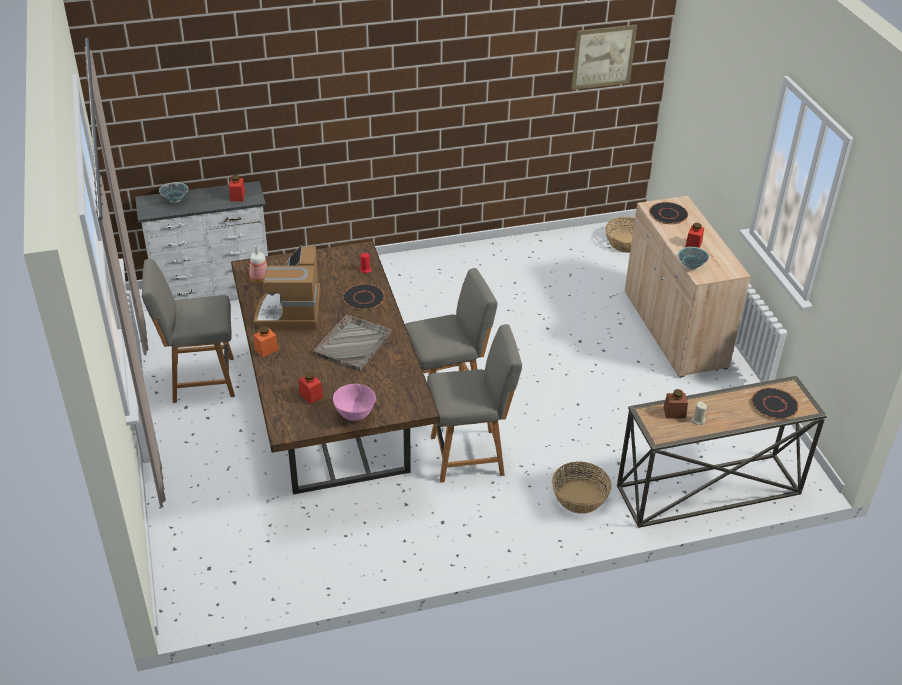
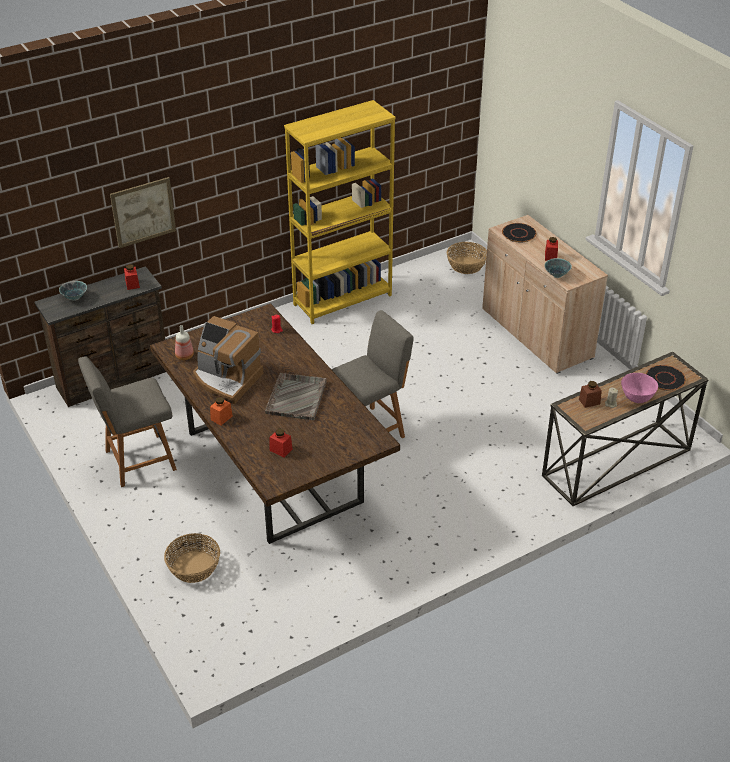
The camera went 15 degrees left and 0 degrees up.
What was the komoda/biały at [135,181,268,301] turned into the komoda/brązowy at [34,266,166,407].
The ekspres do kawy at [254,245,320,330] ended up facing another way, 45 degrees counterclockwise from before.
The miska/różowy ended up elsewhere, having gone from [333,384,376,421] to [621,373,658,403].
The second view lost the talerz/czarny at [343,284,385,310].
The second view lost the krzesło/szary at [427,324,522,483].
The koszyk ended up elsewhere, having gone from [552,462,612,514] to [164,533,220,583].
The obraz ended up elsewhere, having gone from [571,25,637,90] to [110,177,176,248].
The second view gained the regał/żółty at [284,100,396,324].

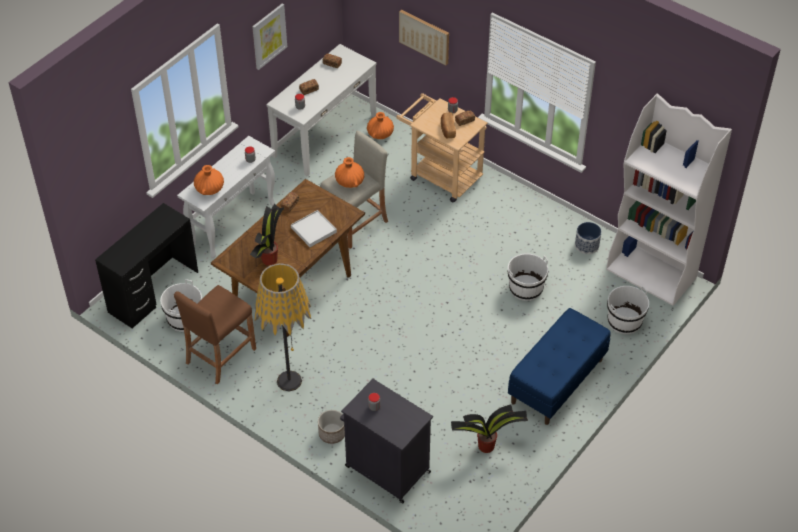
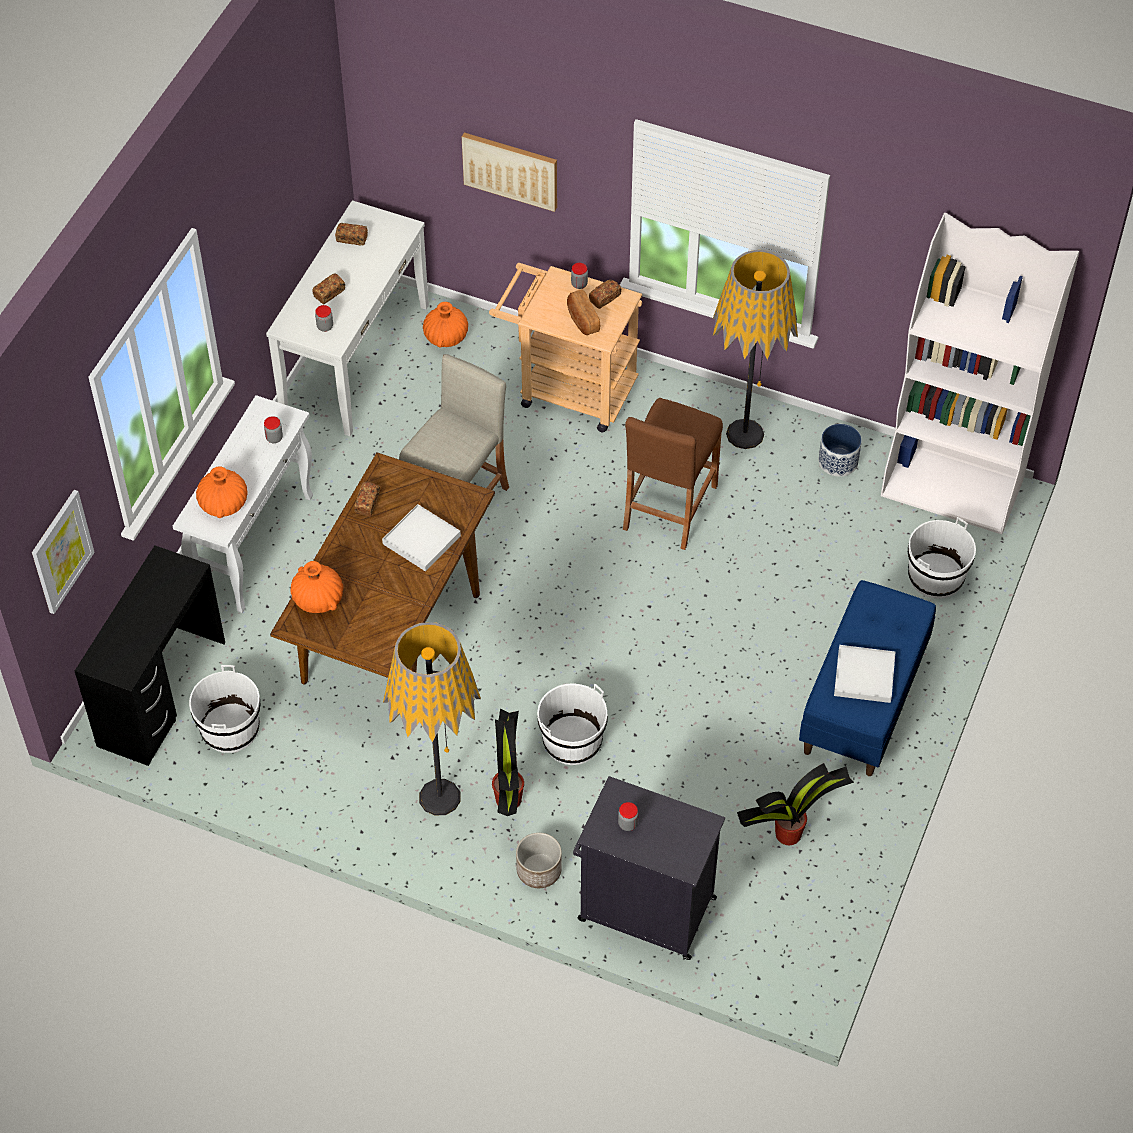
The camera went 15 degrees left and 5 degrees up.
The stołek/brązowy ended up elsewhere, having gone from [174,285,256,385] to [623,398,723,550].
The roślina doniczkowa ended up elsewhere, having gone from [250,204,284,266] to [492,708,524,816].
The obraz ended up elsewhere, having gone from [252,4,287,70] to [32,490,95,614].
The wazon/pomarańczowy ended up elsewhere, having gone from [335,157,364,188] to [290,561,343,613].
The wiadro/biały ended up elsewhere, having gone from [507,253,548,301] to [537,683,608,765].
The second view gained the lampa stojąca at [713,250,798,449].
The second view gained the taca/biały at [834,645,895,703].

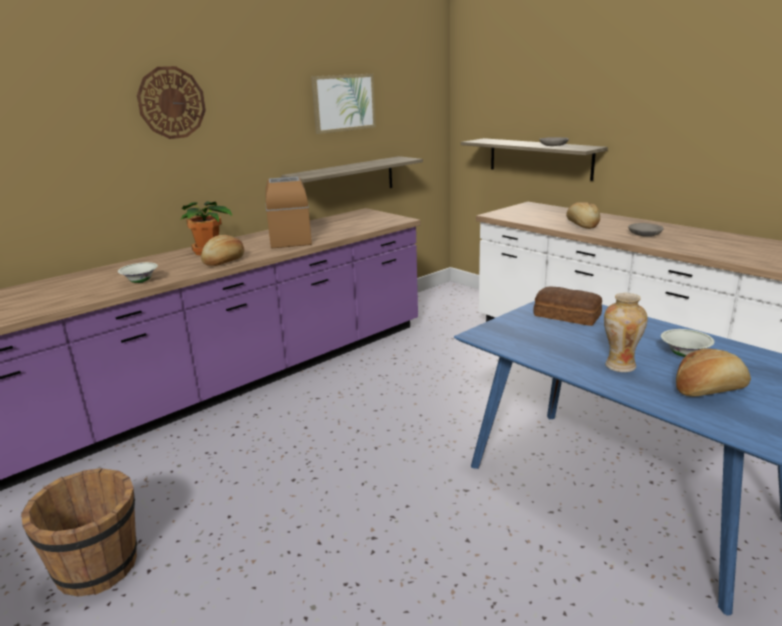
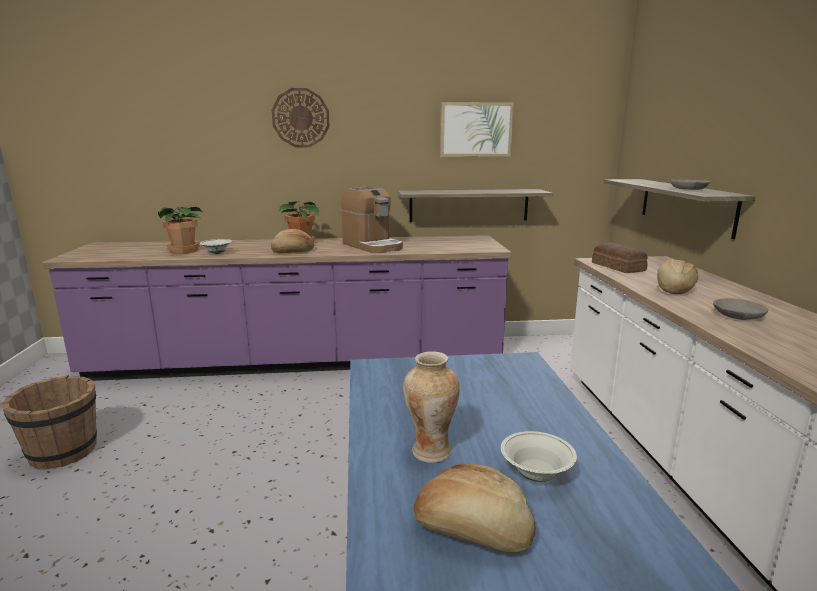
The camera went 35 degrees right and 5 degrees down.
The ekspres do kawy at [266,176,312,248] ended up facing another way, 120 degrees clockwise from before.
The chleb ended up elsewhere, having gone from [534,286,602,326] to [592,243,648,273].
The second view gained the roślina doniczkowa at [158,207,202,254].

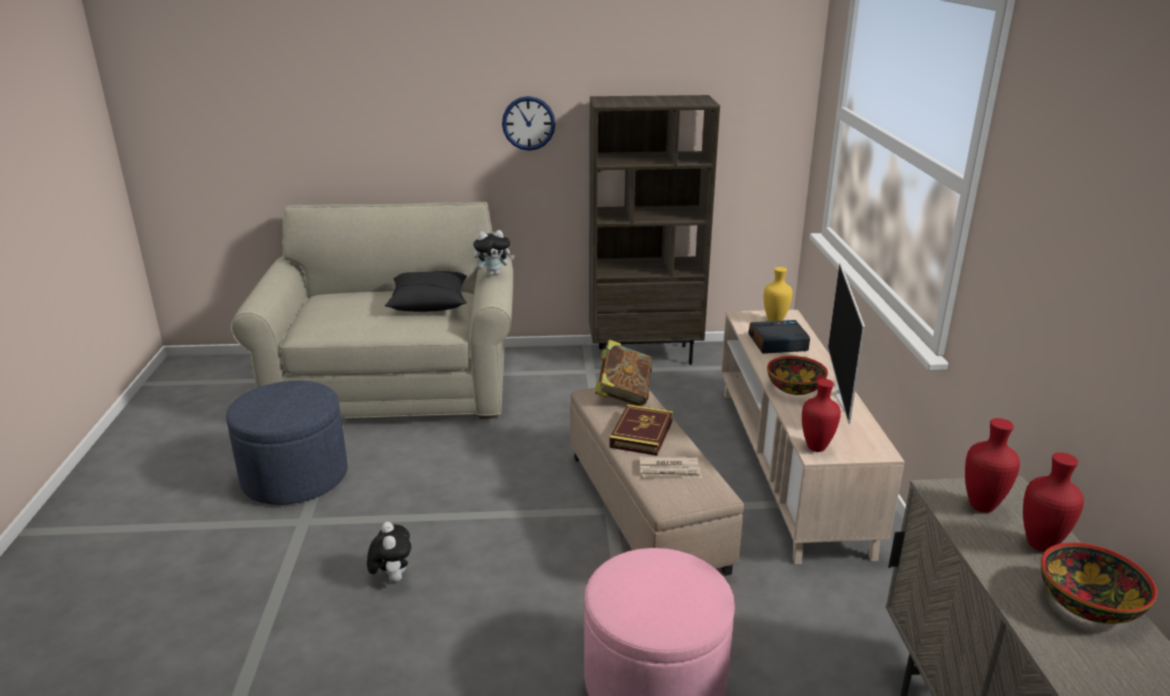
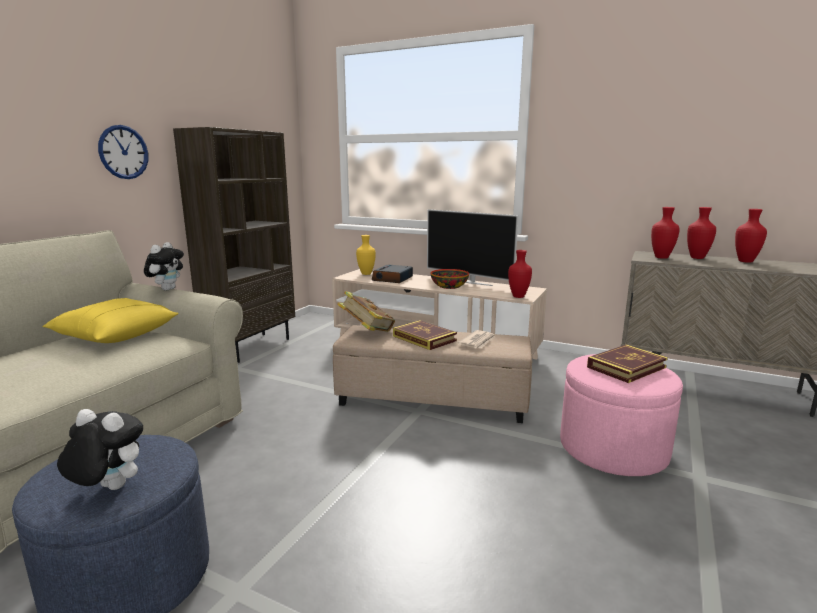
The camera went 60 degrees left and 10 degrees down.
The pluszak ended up elsewhere, having gone from [367,522,411,582] to [57,409,143,490].
What was the poduszka/czarny at [385,271,467,312] turned into the poduszka/żółty at [42,298,179,343].
Where the miska stood at [1041,542,1157,624], the wazon/czerwony came to stand at [735,209,767,263].
The second view gained the książka at [587,344,668,383].

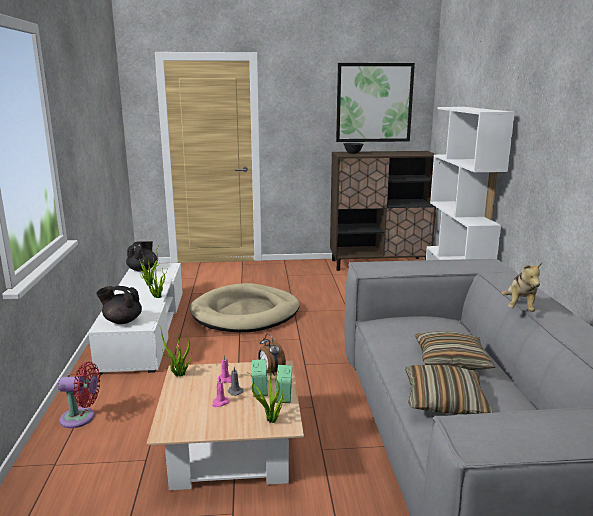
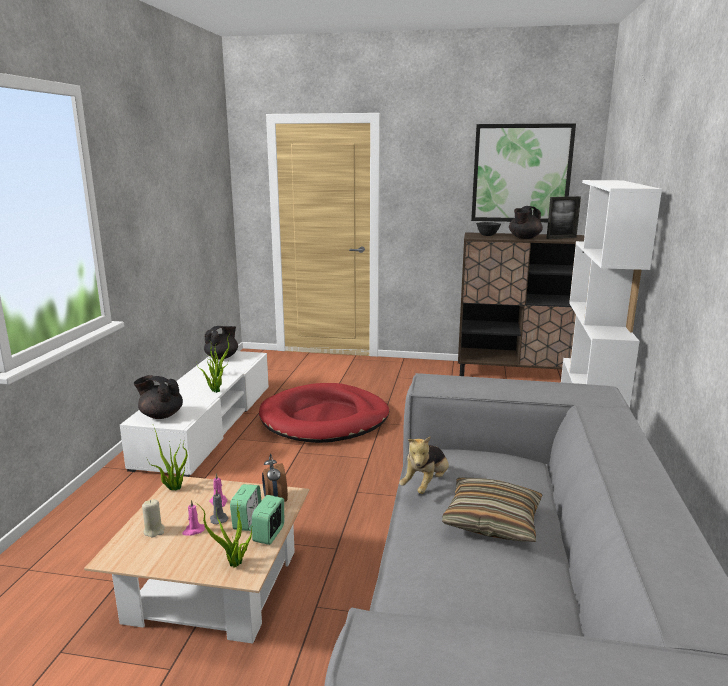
The camera went 15 degrees right and 0 degrees up.
The second view lost the wentylator/czerwony at [58,362,100,428].
What was the legowisko/beżowy at [190,283,300,332] turned into the legowisko/czerwony at [259,383,389,443].
The second view lost the poduszka at [405,365,493,414].
The pluszak ended up elsewhere, having gone from [501,262,542,312] to [399,436,449,494].
The second view gained the świeca/beżowy at [142,499,165,538].
The second view gained the imbryk/czarny at [509,206,543,239].
The second view gained the ramka na zdjęcie at [546,196,581,239].

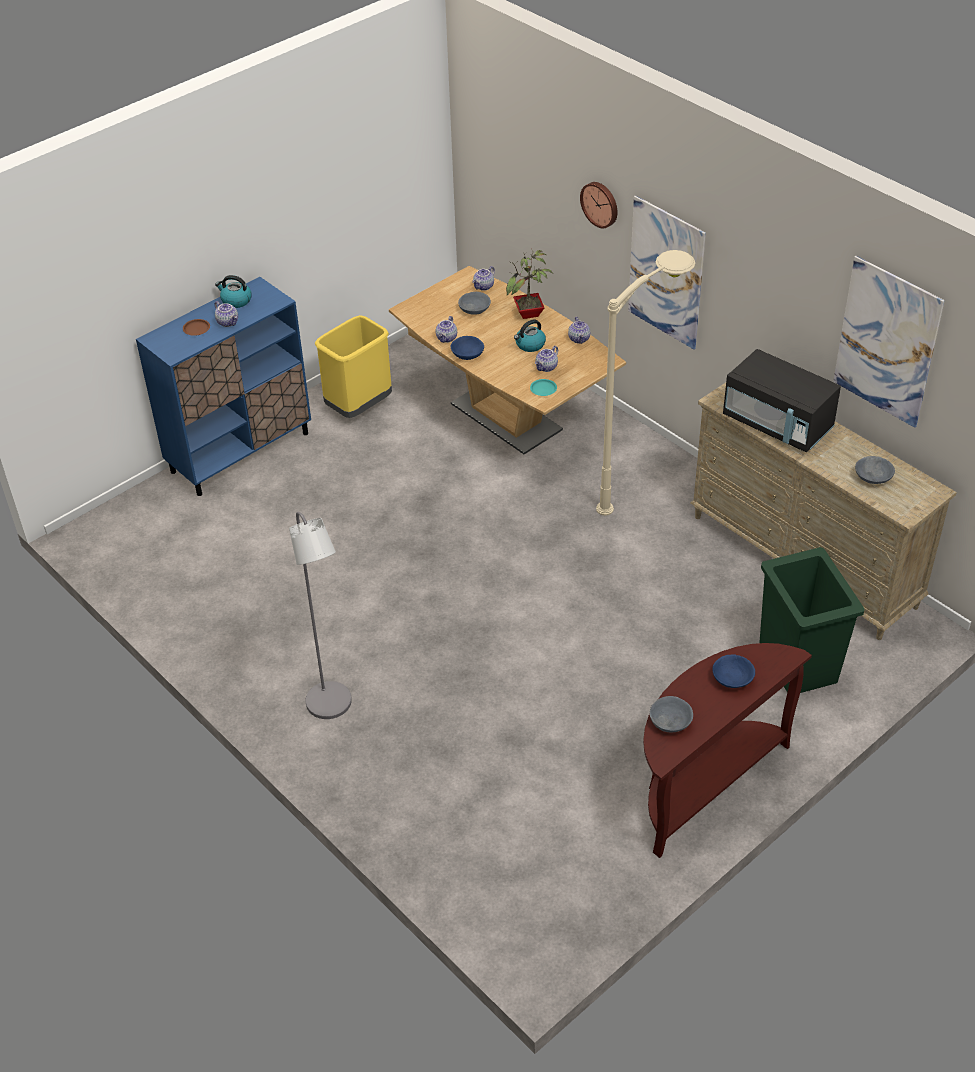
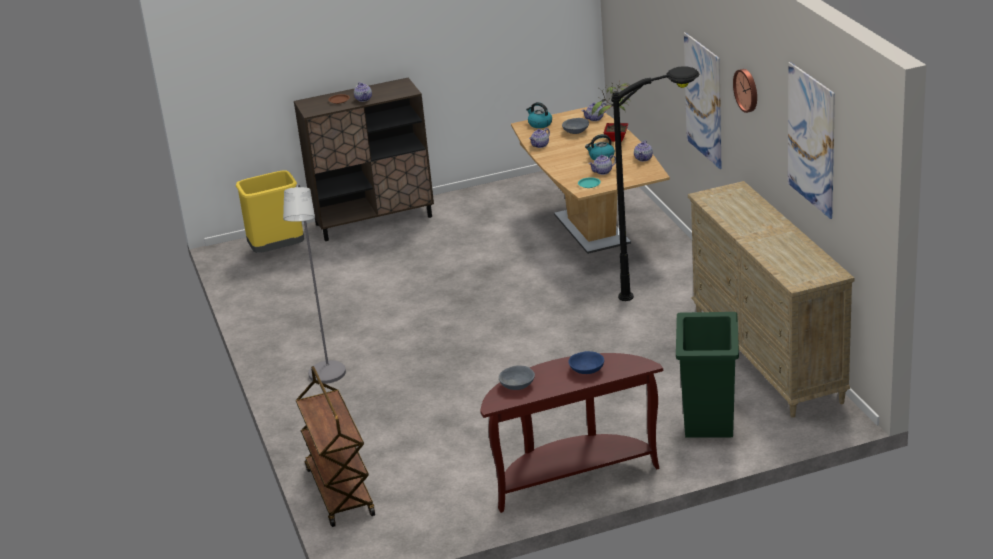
The camera went 25 degrees right and 15 degrees down.
What was the szafka/niebieski at [136,277,311,496] turned into the szafka/brązowy at [294,78,434,241].
The czajnik ended up elsewhere, having gone from [215,275,252,308] to [526,102,552,128].
The kosz na śmieci/żółty ended up elsewhere, having gone from [315,315,392,418] to [236,170,304,253].
The second view lost the miska/niebieski at [451,336,484,360].
The zegar ścienny ended up elsewhere, having gone from [580,182,618,228] to [733,69,757,113].
What was the lampa stojąca/beżowy at [596,250,695,516] turned into the lampa stojąca/czarny at [611,66,699,301].
The second view lost the mikrofalówka/czarny at [723,349,841,452].
The second view lost the miska/szary at [855,456,895,484].
The second view gained the wózek/brązowy at [296,366,375,527].

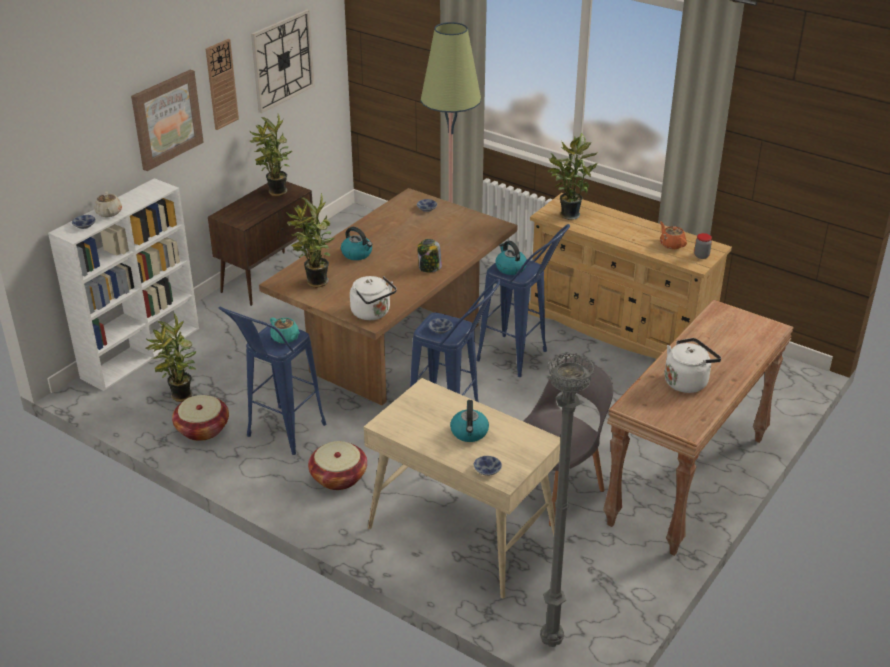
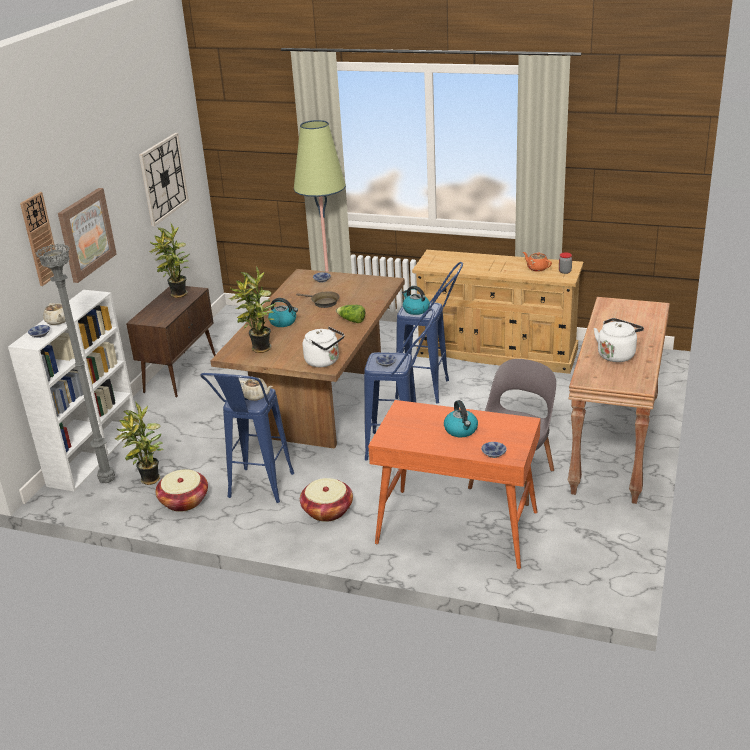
The camera went 15 degrees left and 5 degrees down.
The zegar ścienny ended up elsewhere, having gone from [206,39,239,130] to [20,192,56,286].
What was the imbryk/turkusowy at [270,317,300,344] turned into the imbryk/beżowy at [240,378,273,401].
What was the biurko/beżowy at [364,378,561,598] turned into the biurko/pomarańczowy at [368,400,541,569].
Where the słoik stood at [417,239,442,273], the sałata came to stand at [336,305,365,323].
The lampa stojąca/szary ended up elsewhere, having gone from [540,352,595,647] to [35,244,115,483].
The second view lost the roślina doniczkowa at [548,133,598,220].
The second view gained the patelnia/brązowy at [296,291,340,308].

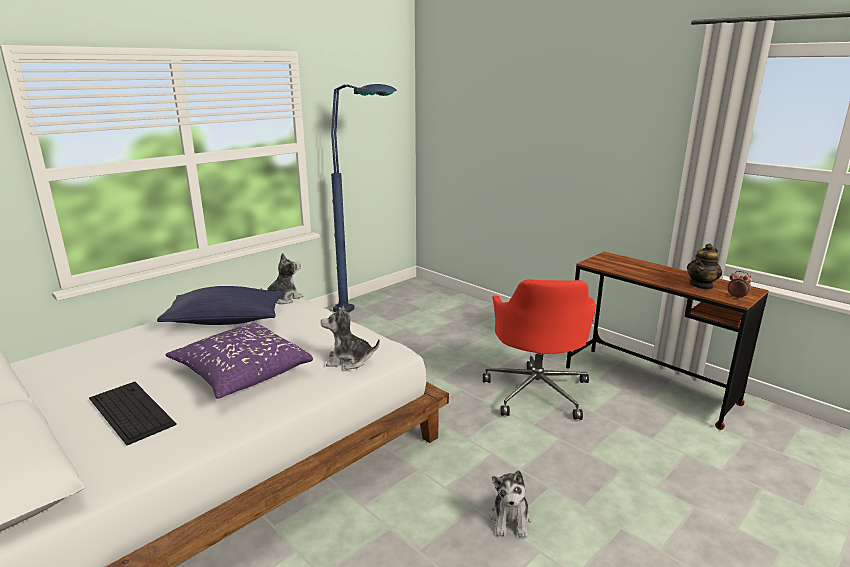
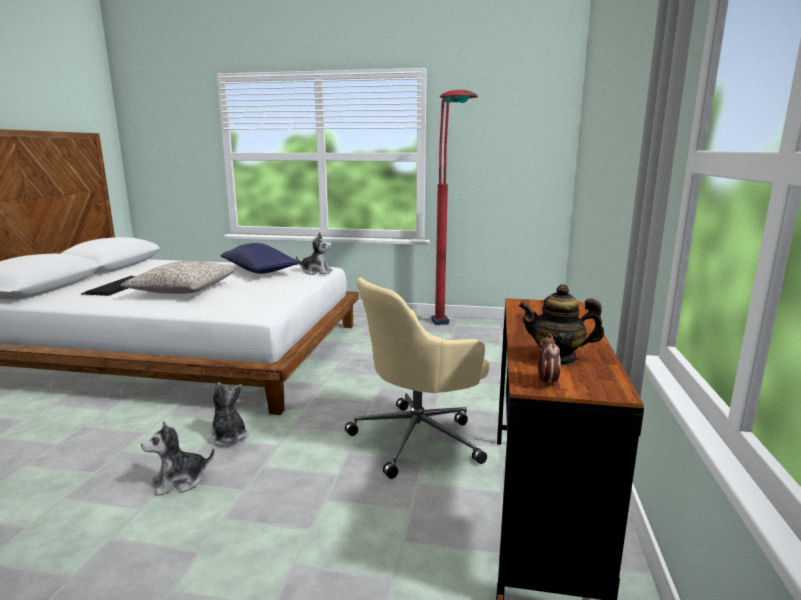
The camera went 55 degrees right and 5 degrees down.
What was the poduszka/fioletowy at [166,323,313,399] turned into the poduszka/szary at [121,261,236,294].
The pluszak ended up elsewhere, having gone from [321,306,380,370] to [210,382,248,446].
What was the lampa stojąca/niebieski at [331,84,397,313] turned into the lampa stojąca/czerwony at [431,90,478,325].
What was the krzesło biurowe/czerwony at [483,279,596,420] turned into the krzesło biurowe/beżowy at [345,277,489,479].

